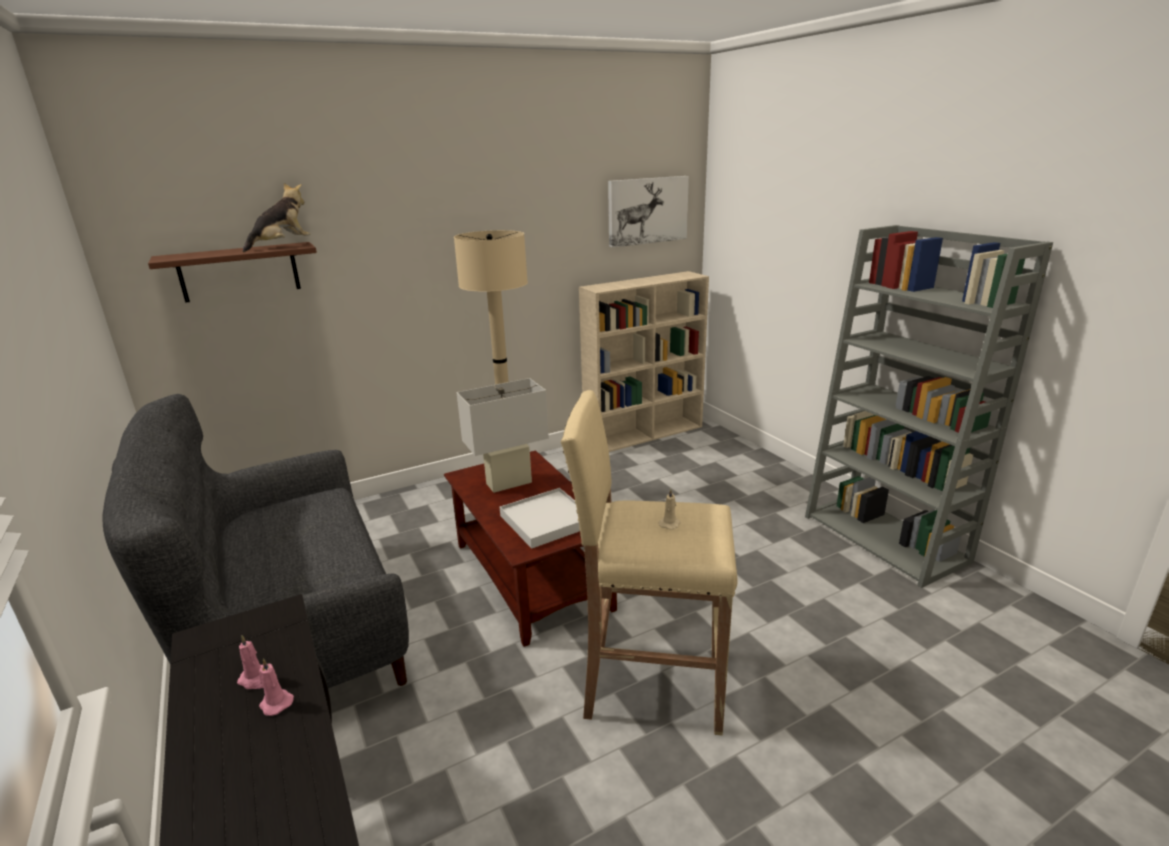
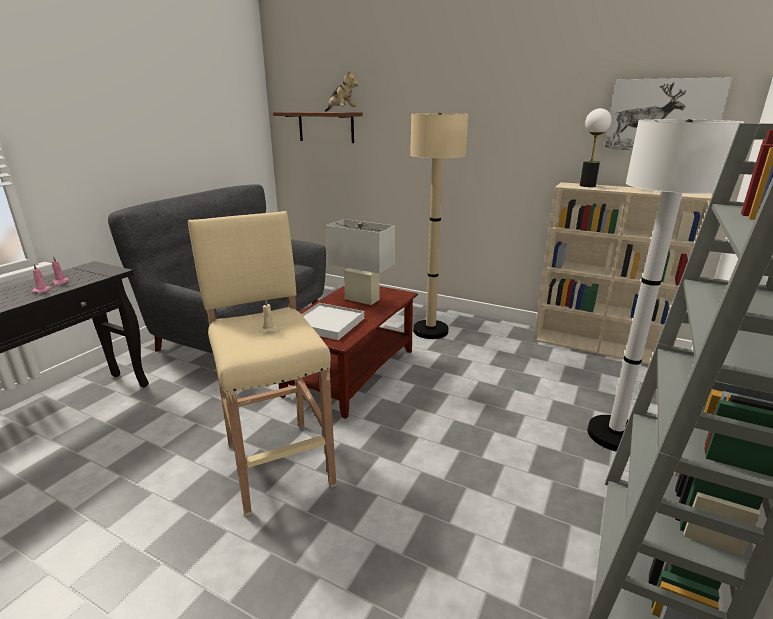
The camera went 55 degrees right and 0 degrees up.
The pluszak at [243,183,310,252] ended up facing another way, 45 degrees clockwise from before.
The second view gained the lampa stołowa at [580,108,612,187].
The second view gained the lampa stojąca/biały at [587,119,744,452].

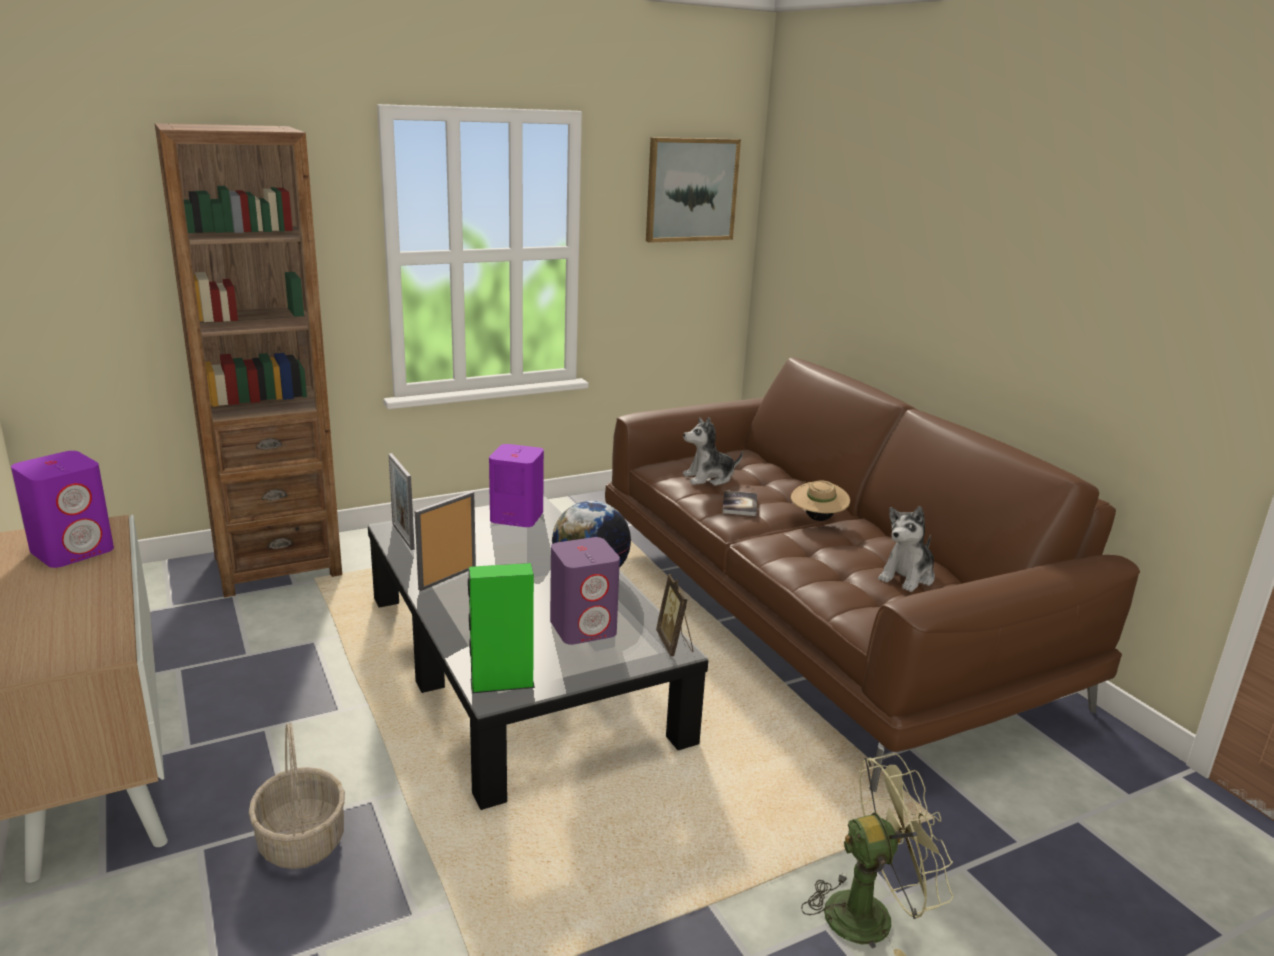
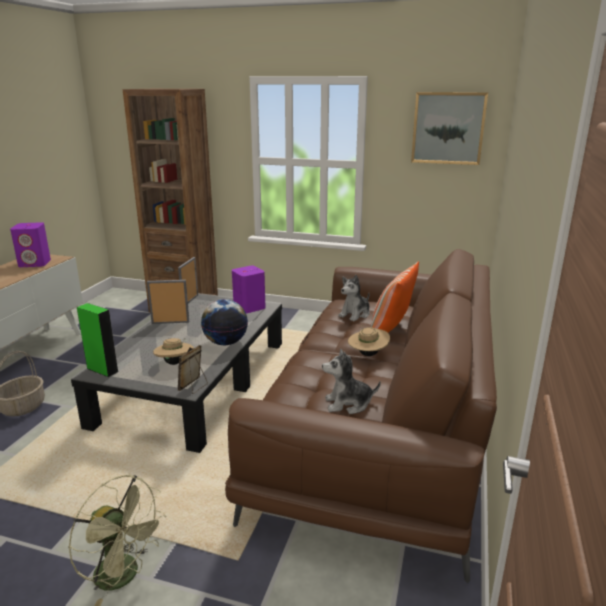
The camera went 45 degrees right and 0 degrees up.
Where the głośnik/fioletowy stood at [550,537,620,645], the kapelusz/beżowy came to stand at [153,338,194,365].
The pluszak at [683,417,743,486] ended up facing another way, 75 degrees counterclockwise from before.
The second view lost the książka at [722,491,757,516].
The second view gained the poduszka at [371,261,419,333].

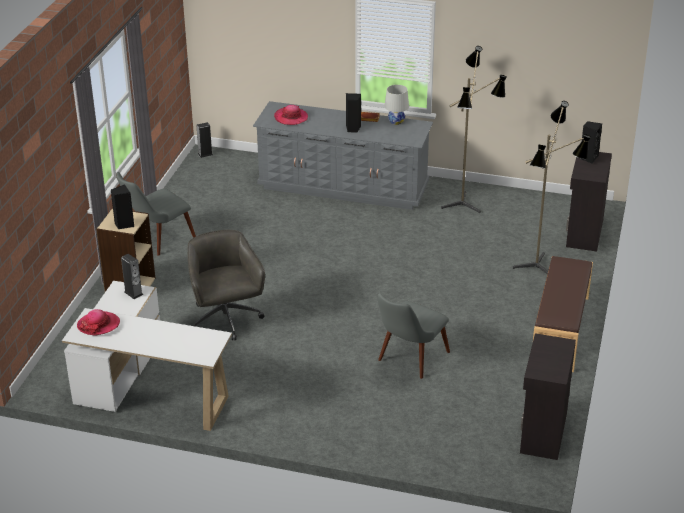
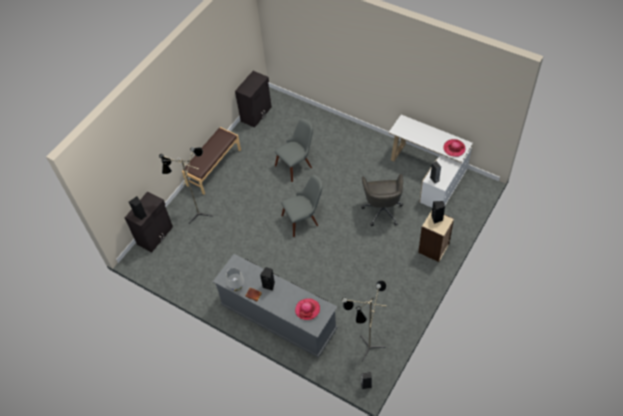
The camera went 160 degrees left and 20 degrees up.
The krzesło/szary ended up elsewhere, having gone from [116,172,196,256] to [281,175,322,237].
The lampa stojąca ended up elsewhere, having gone from [441,46,507,213] to [342,280,386,361].

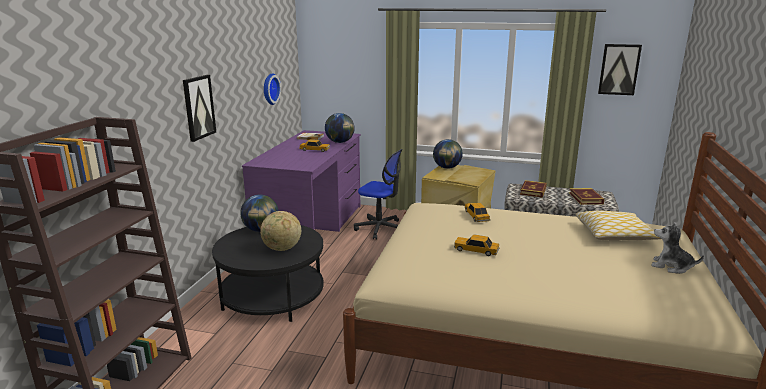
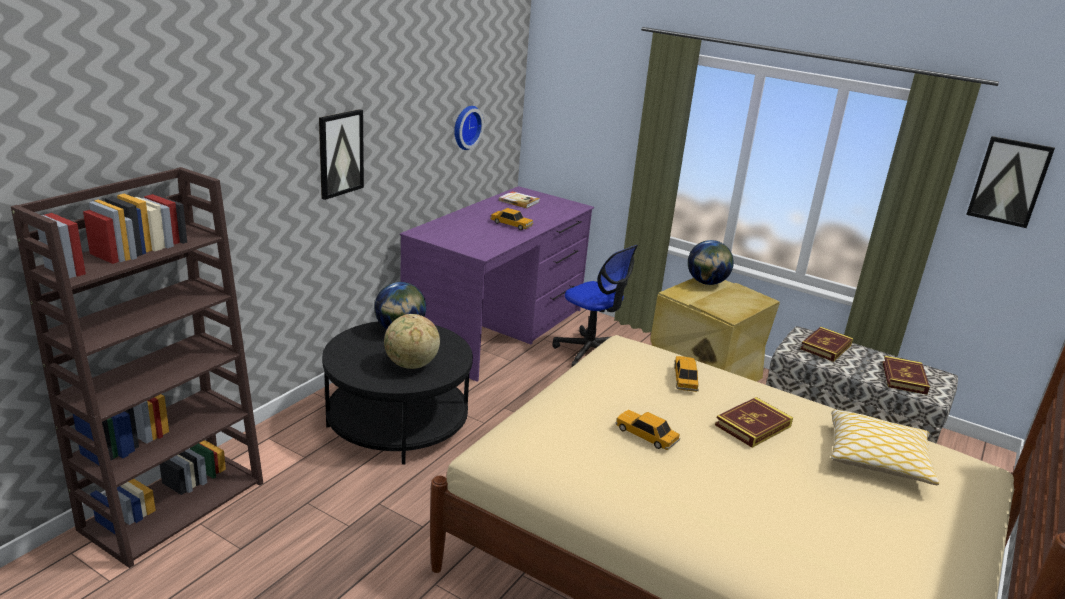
The camera went 15 degrees right and 5 degrees up.
The second view lost the globus at [325,113,355,143].
The second view lost the pluszak at [651,222,704,274].
The second view gained the książka at [715,397,793,448].

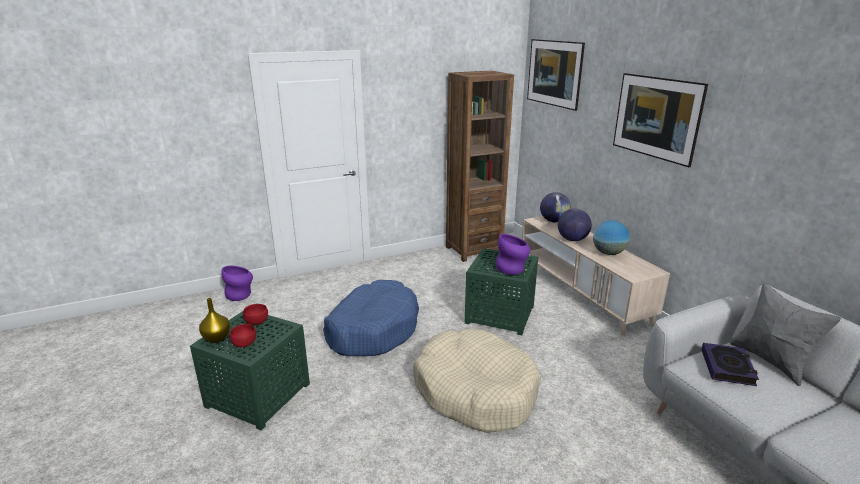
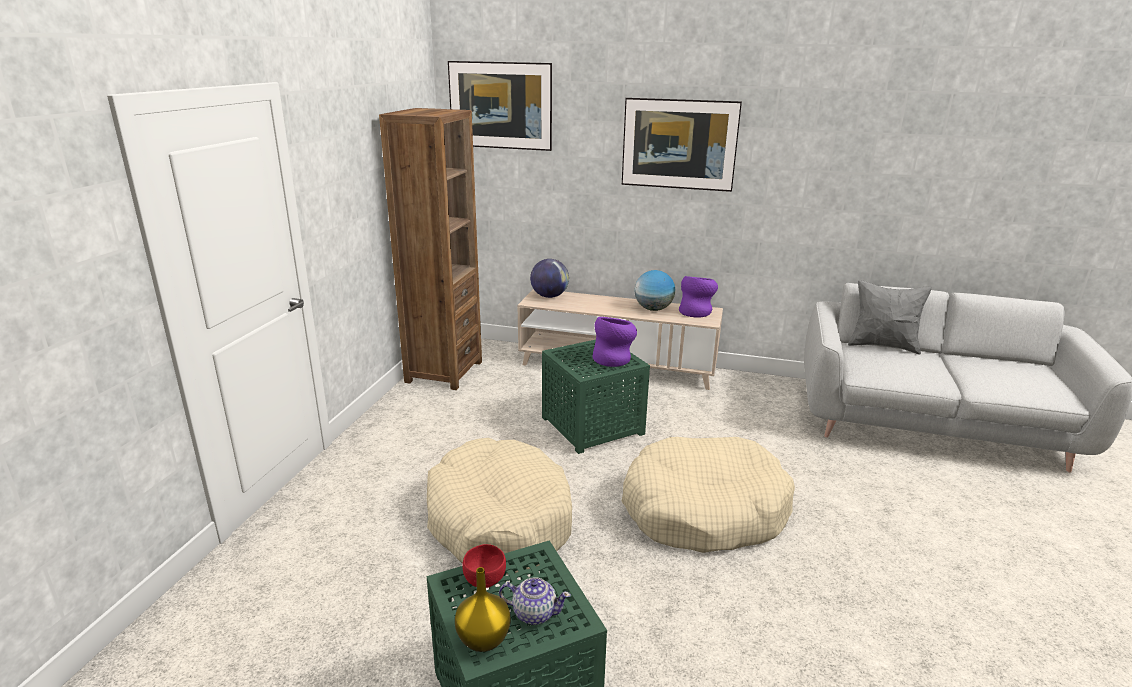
The camera went 50 degrees left and 0 degrees up.
The wazon/fioletowy ended up elsewhere, having gone from [221,266,253,301] to [679,276,718,317].
Where the miska/czerwony stood at [229,324,256,347], the imbryk came to stand at [499,577,571,625].
What was the legowisko/niebieski at [323,280,419,356] turned into the legowisko/beżowy at [427,438,572,575].
The second view lost the globus at [558,209,592,241].
The second view lost the książka at [701,343,759,386].

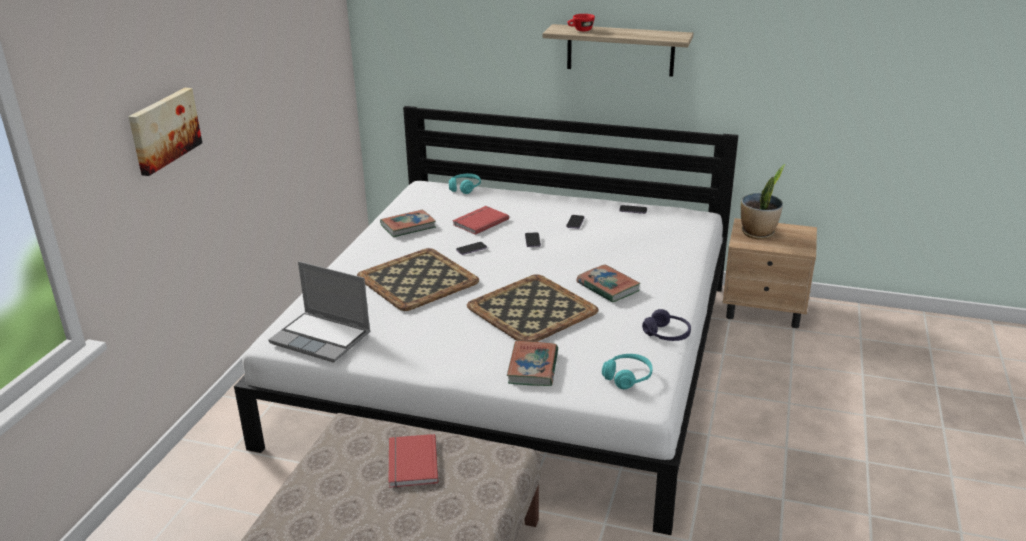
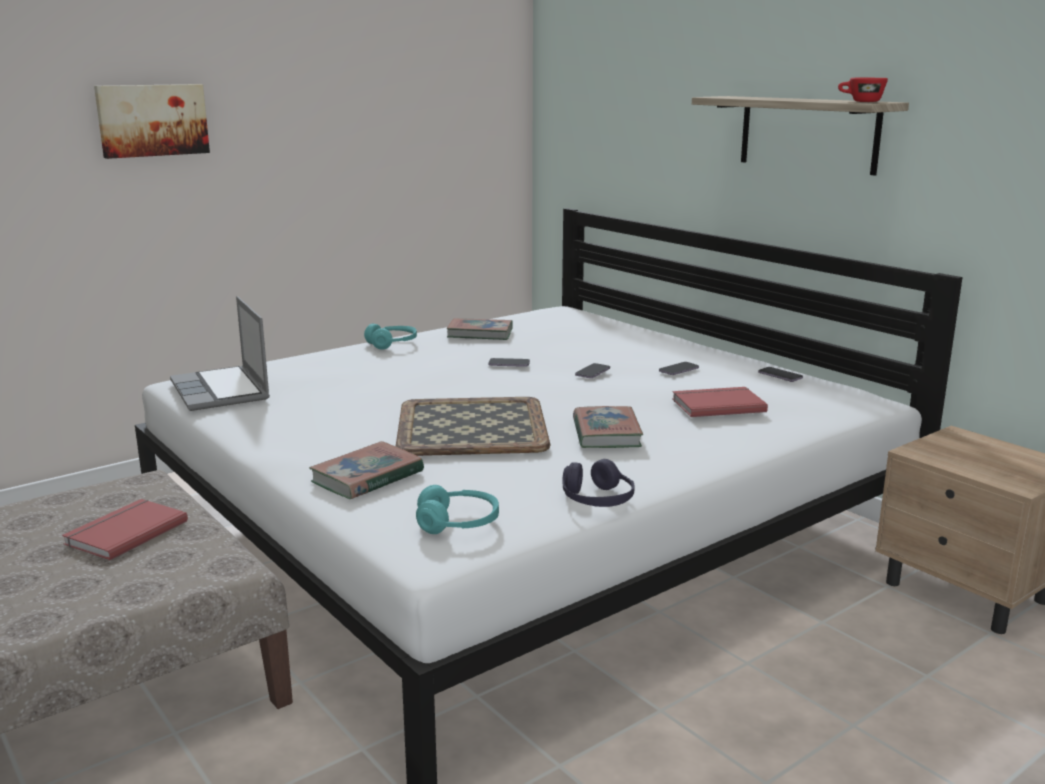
The camera went 35 degrees right and 10 degrees down.
The second view lost the taca at [357,248,479,311].
The słuchawki/turkusowy ended up elsewhere, having gone from [449,173,481,194] to [364,323,417,350].
The książka/czerwony ended up elsewhere, having gone from [452,206,509,235] to [672,387,768,417].
The filiżanka/czerwony ended up elsewhere, having gone from [567,14,595,31] to [838,78,888,102].
The second view lost the roślina doniczkowa at [741,164,785,239].

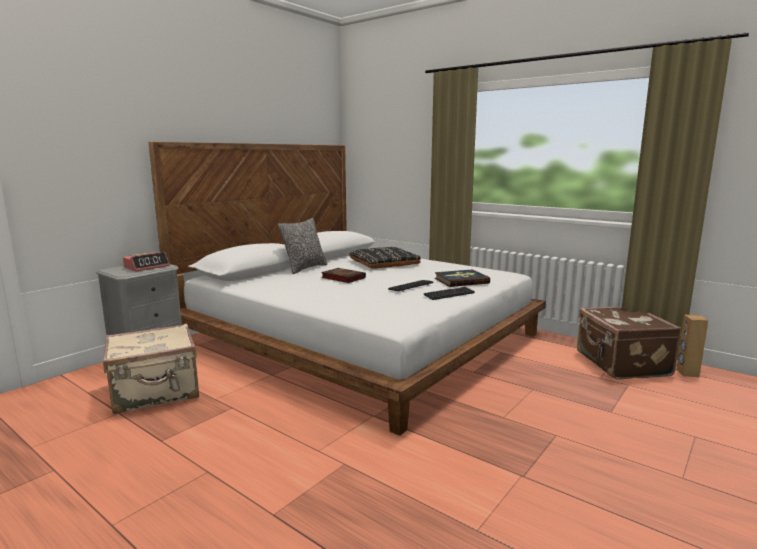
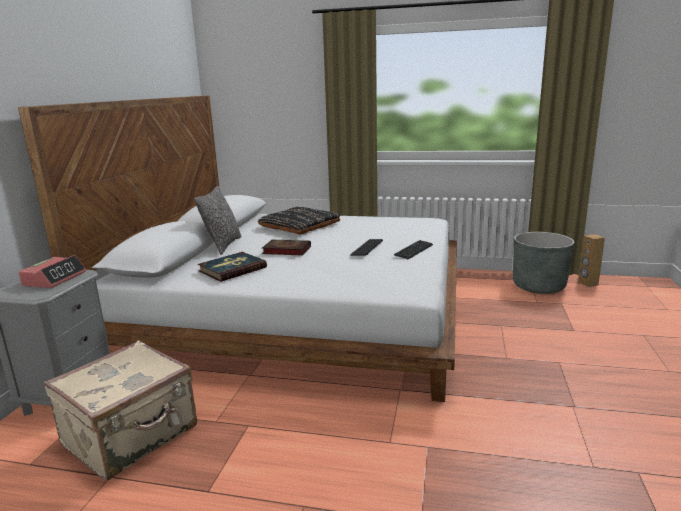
The camera went 25 degrees left and 5 degrees up.
The książka ended up elsewhere, having gone from [435,269,490,287] to [198,252,267,282].
Where the walizka/brązowy stood at [577,307,681,379], the donica/szary came to stand at [513,232,574,294].

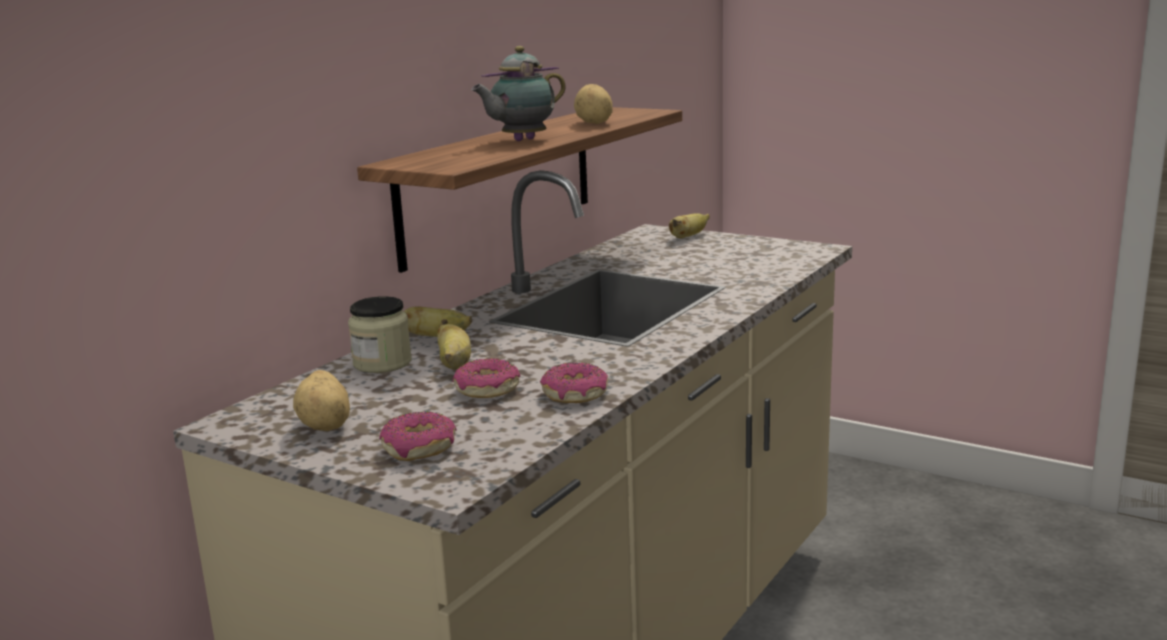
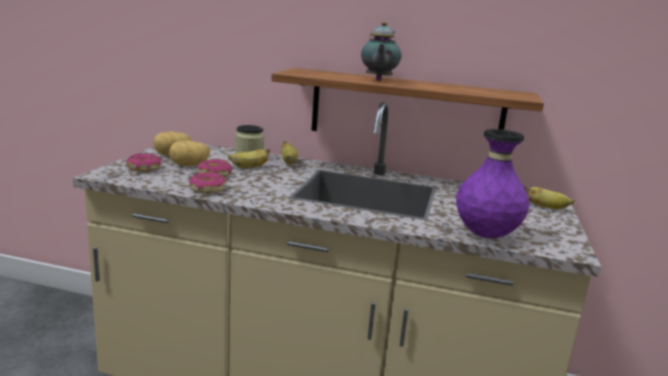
The camera went 70 degrees right and 0 degrees up.
The imbryk at [471,46,566,141] ended up facing another way, 120 degrees counterclockwise from before.
The ziemniak ended up elsewhere, having gone from [574,84,613,124] to [169,141,210,166].
The second view gained the wazon/fioletowy at [456,129,530,238].

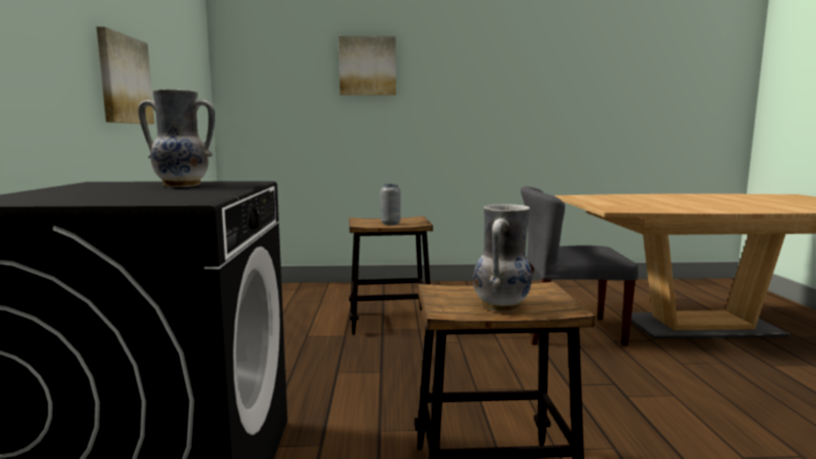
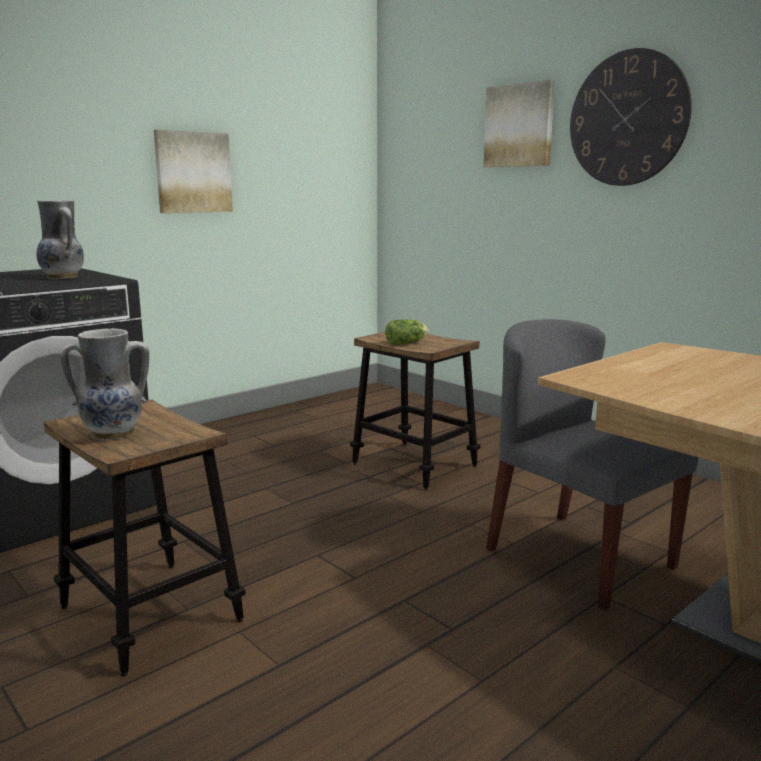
The camera went 50 degrees right and 5 degrees up.
Where the wazon/szary stood at [381,184,401,225], the sałata came to stand at [385,320,429,345].
The second view gained the zegar ścienny at [570,48,692,186].

